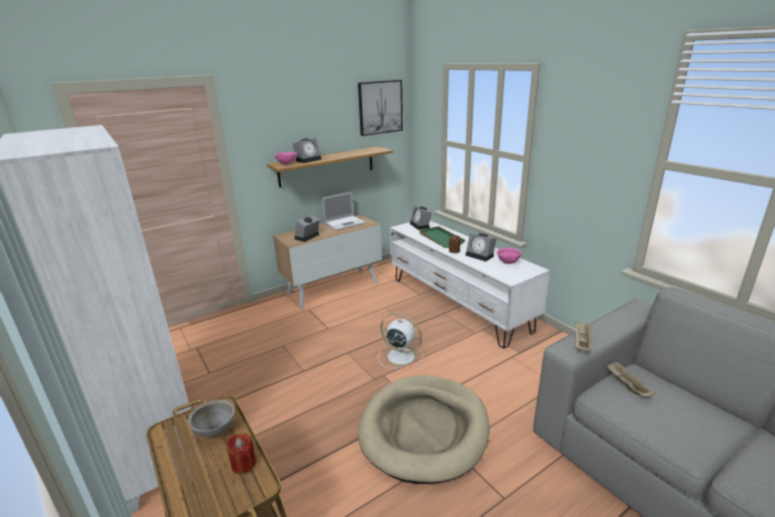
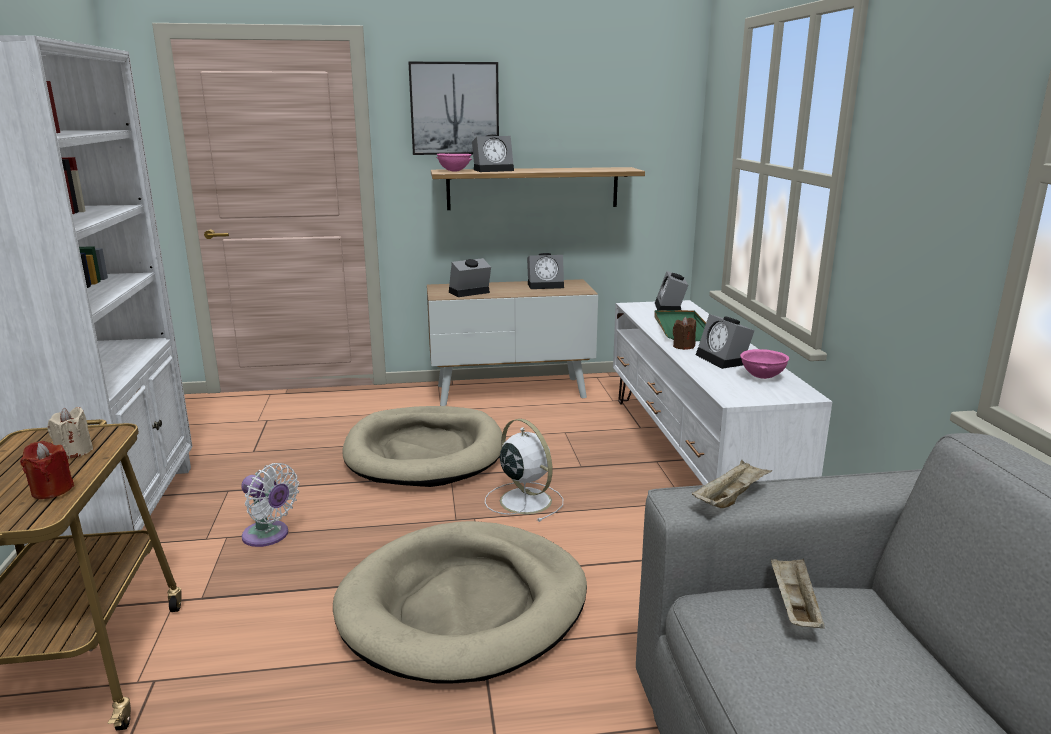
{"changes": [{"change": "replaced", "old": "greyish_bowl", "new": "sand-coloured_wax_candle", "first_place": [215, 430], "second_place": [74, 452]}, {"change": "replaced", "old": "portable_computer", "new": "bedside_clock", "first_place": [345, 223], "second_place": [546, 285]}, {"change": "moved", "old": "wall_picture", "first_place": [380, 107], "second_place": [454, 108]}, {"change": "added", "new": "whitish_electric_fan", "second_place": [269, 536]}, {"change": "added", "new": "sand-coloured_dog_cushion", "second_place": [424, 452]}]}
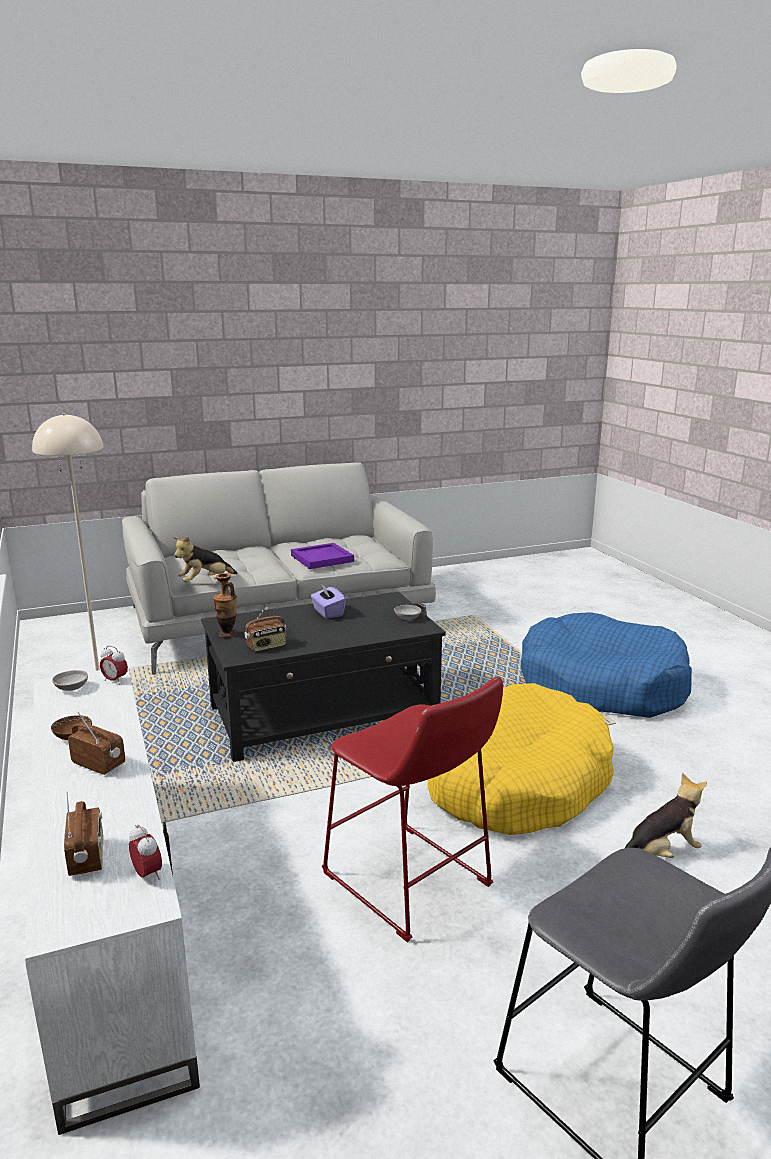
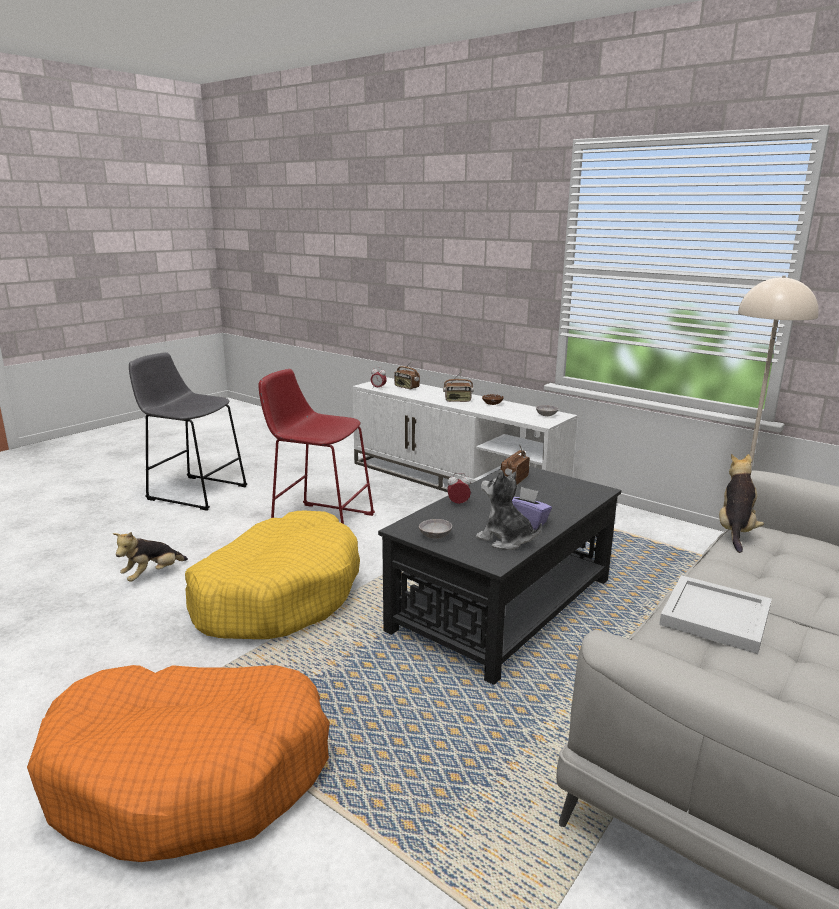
{"changes": [{"change": "moved", "old": "bedside_clock", "first_place": [115, 680], "second_place": [458, 503]}, {"change": "removed", "old": "decorative_vase", "first_place": [227, 634]}, {"change": "recoloured", "old": "purplish_tray", "new": "whitish_tray", "first_place": [321, 559], "second_place": [714, 616]}, {"change": "recoloured", "old": "bluish_dog_cushion", "new": "orangey_dog_cushion", "first_place": [602, 684], "second_place": [190, 773]}, {"change": "added", "new": "soft_toy", "second_place": [505, 540]}]}
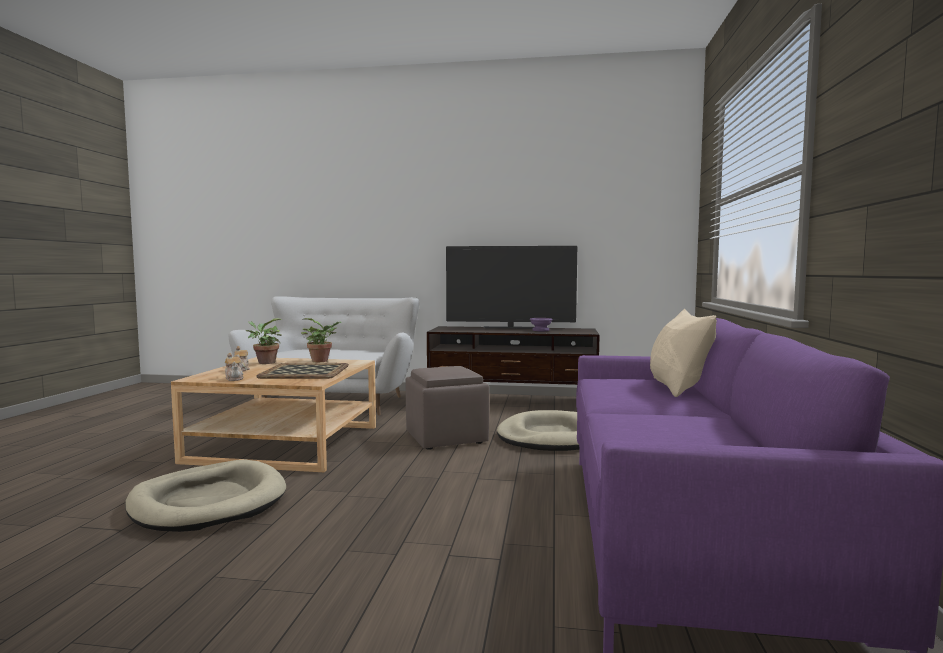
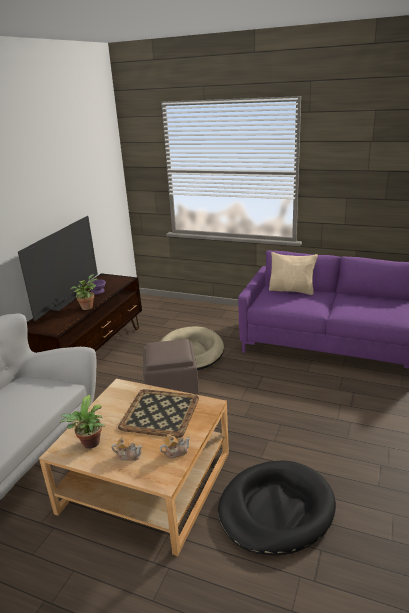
{"changes": [{"change": "recoloured", "old": "sand-coloured_dog_cushion", "new": "blackish_dog_cushion", "first_place": [208, 502], "second_place": [275, 509]}, {"change": "moved", "old": "plant_in_a_pot", "first_place": [322, 361], "second_place": [87, 306]}]}
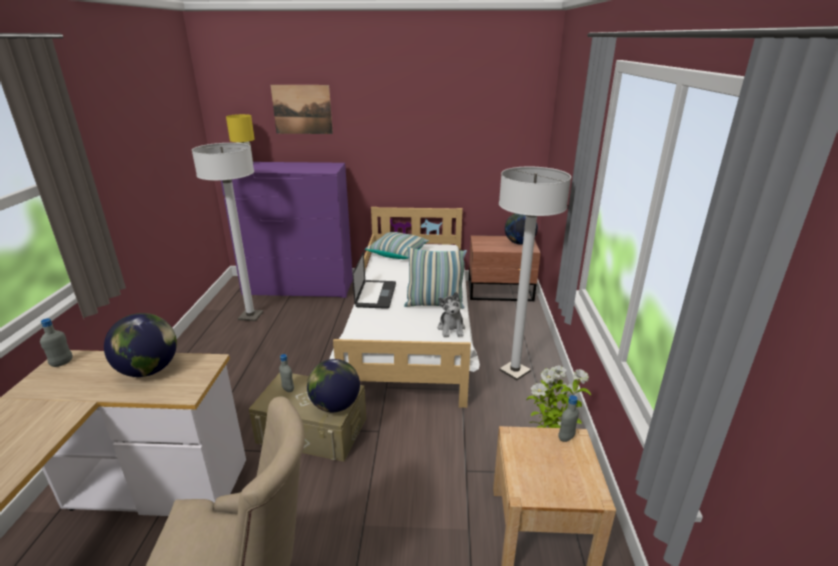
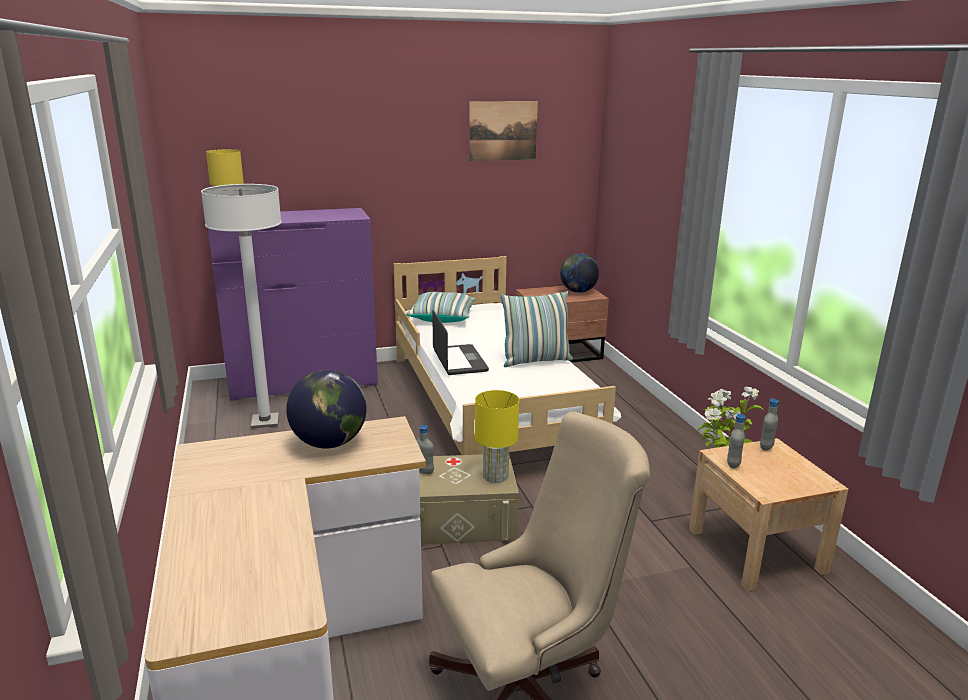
{"changes": [{"change": "moved", "old": "greyish_bottle", "first_place": [62, 363], "second_place": [733, 464]}, {"change": "moved", "old": "wall_picture", "first_place": [302, 109], "second_place": [503, 131]}, {"change": "replaced", "old": "globe", "new": "yellowish_lamp_for_a_table", "first_place": [335, 405], "second_place": [494, 476]}, {"change": "removed", "old": "soft_toy", "first_place": [451, 328]}, {"change": "removed", "old": "whitish_floor_lamp", "first_place": [514, 371]}]}
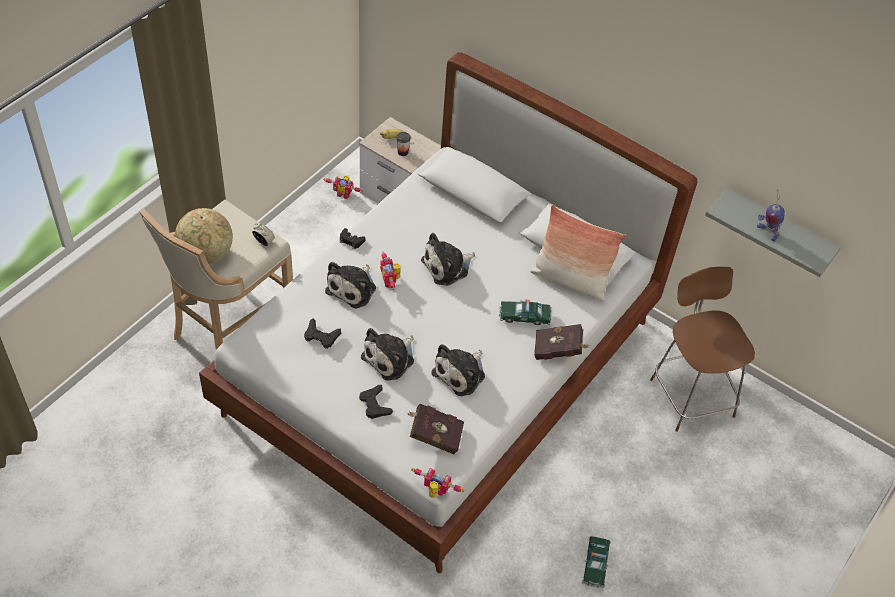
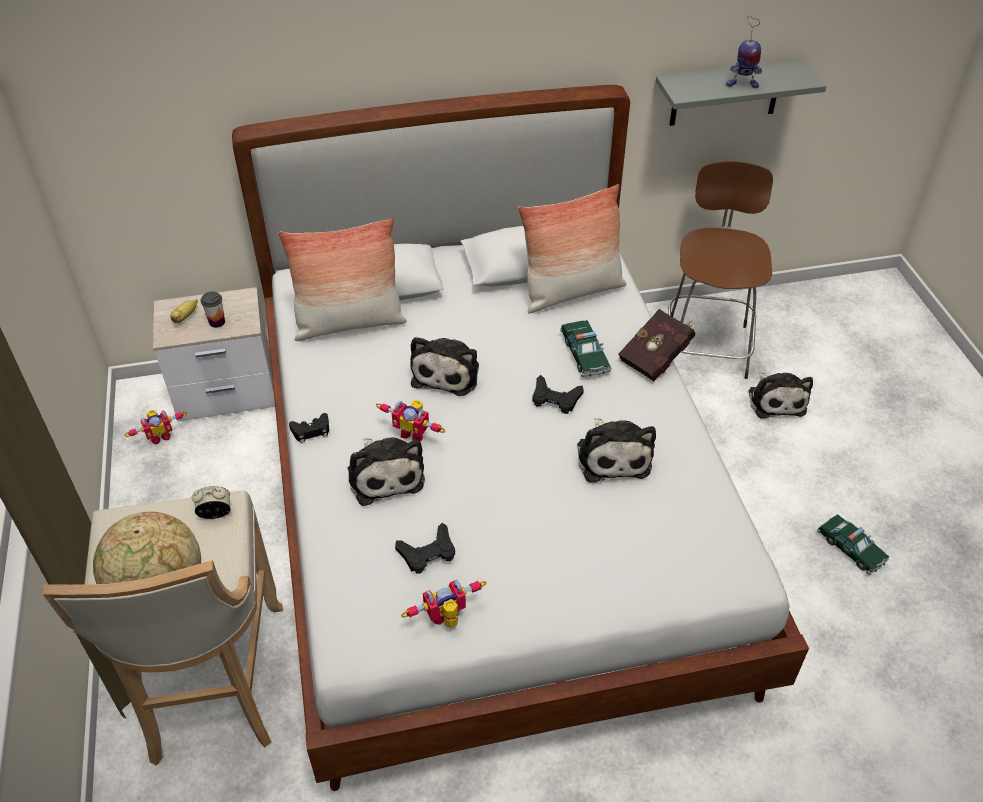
{"changes": [{"change": "moved", "old": "blackish_gamepad", "first_place": [375, 404], "second_place": [555, 399]}, {"change": "moved", "old": "soft_toy", "first_place": [390, 358], "second_place": [776, 400]}, {"change": "removed", "old": "red-coloured_volume", "first_place": [434, 435]}, {"change": "moved", "old": "robot_figure", "first_place": [435, 493], "second_place": [447, 620]}, {"change": "turned", "old": "model_car", "first_place": [524, 316], "second_place": [584, 354], "degrees": -60}, {"change": "turned", "old": "brownish_plain_chair", "first_place": [690, 395], "second_place": [707, 345], "degrees": 75}, {"change": "added", "new": "throw_pillow", "second_place": [349, 323]}]}
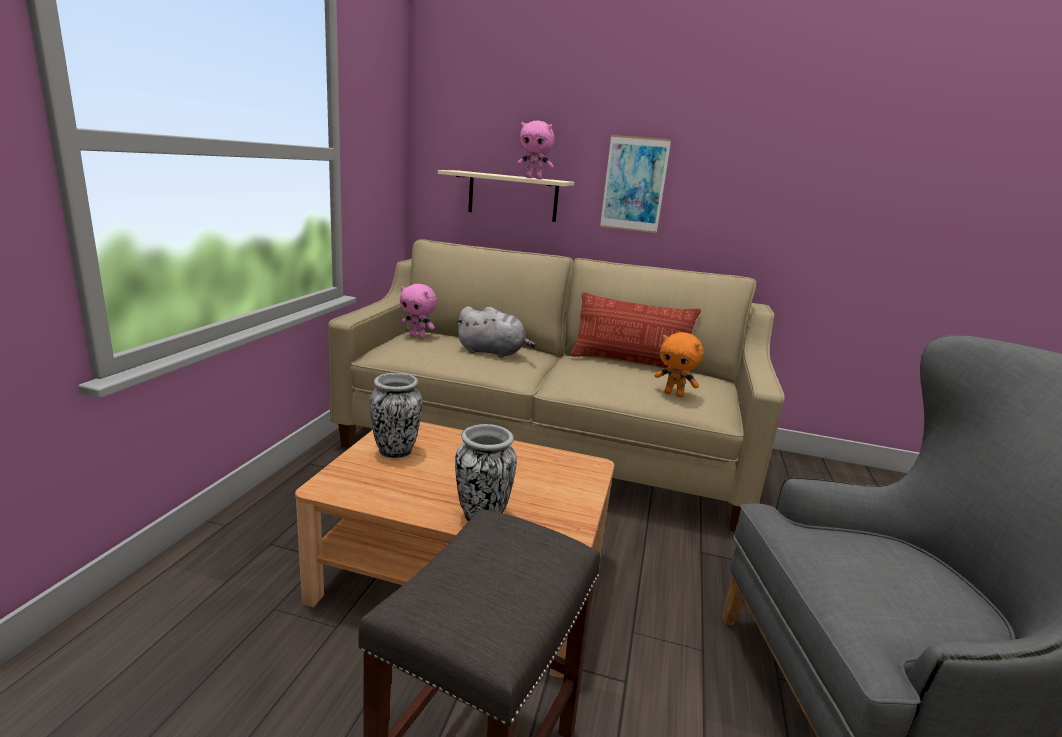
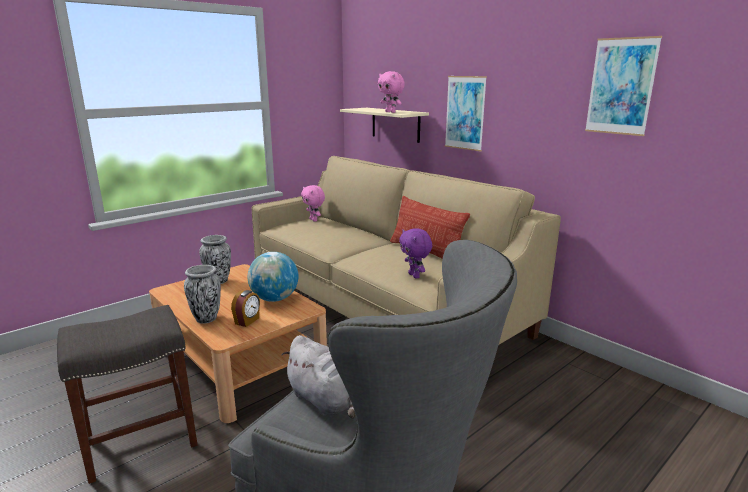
{"changes": [{"change": "moved", "old": "greyish_soft_toy", "first_place": [493, 352], "second_place": [326, 401]}, {"change": "recoloured", "old": "orangey_soft_toy", "new": "purplish_soft_toy", "first_place": [674, 394], "second_place": [414, 276]}, {"change": "added", "new": "bedside_clock", "second_place": [247, 321]}, {"change": "added", "new": "globe", "second_place": [274, 299]}, {"change": "added", "new": "wall_picture", "second_place": [621, 86]}]}
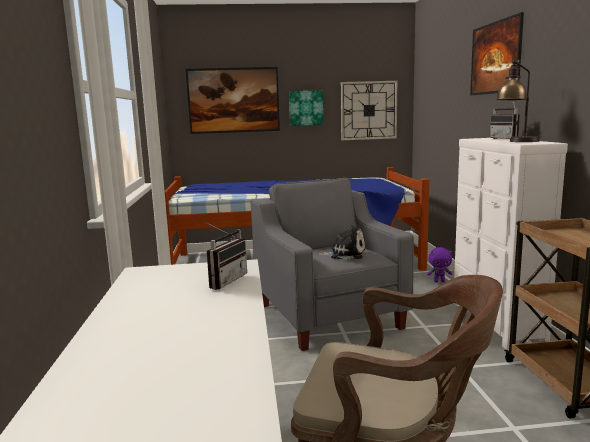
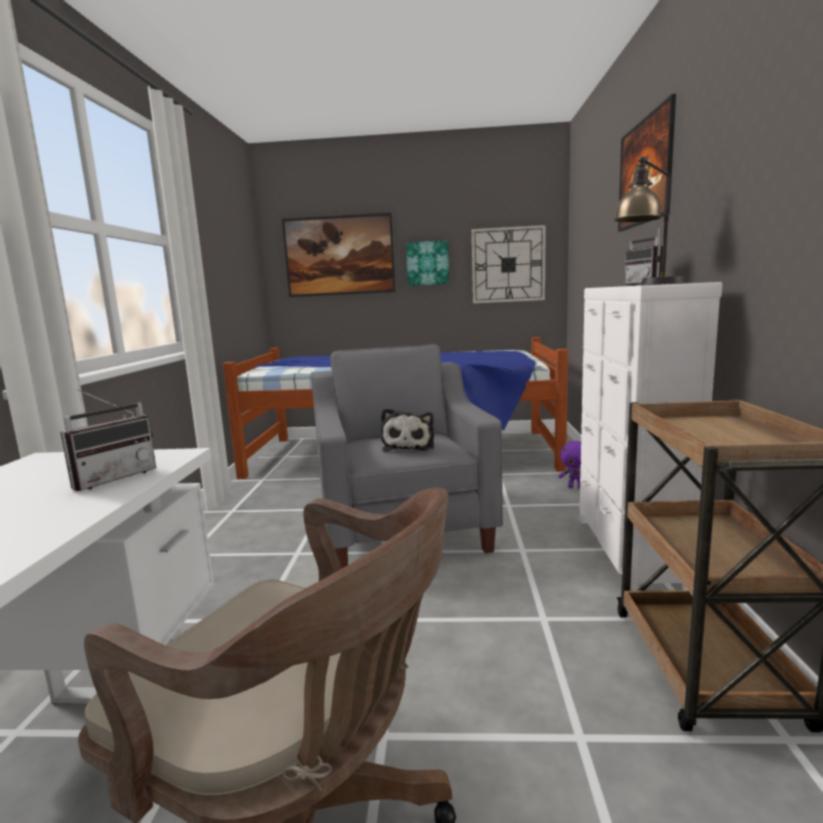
{"changes": [{"change": "turned", "old": "soft_toy", "first_place": [345, 254], "second_place": [409, 446], "degrees": 75}]}
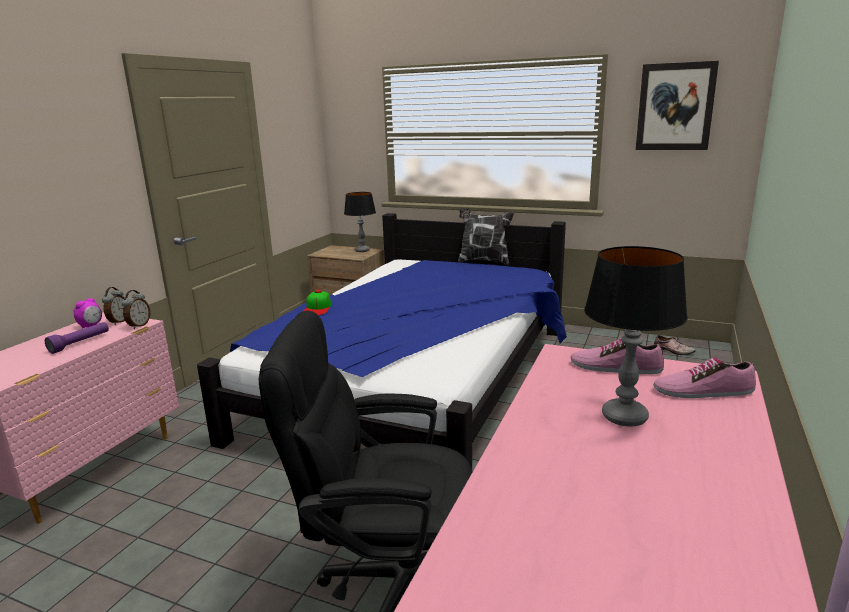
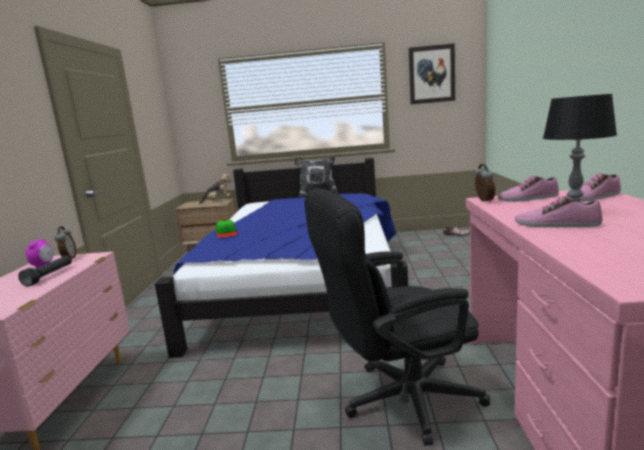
{"changes": [{"change": "recoloured", "old": "purplish_hand_torch", "new": "blackish_hand_torch", "first_place": [80, 343], "second_place": [49, 276]}, {"change": "moved", "old": "bedside_clock", "first_place": [138, 325], "second_place": [483, 201]}, {"change": "replaced", "old": "lamp_for_a_table", "new": "soft_toy", "first_place": [362, 250], "second_place": [218, 200]}, {"change": "added", "new": "shoe", "second_place": [556, 224]}]}
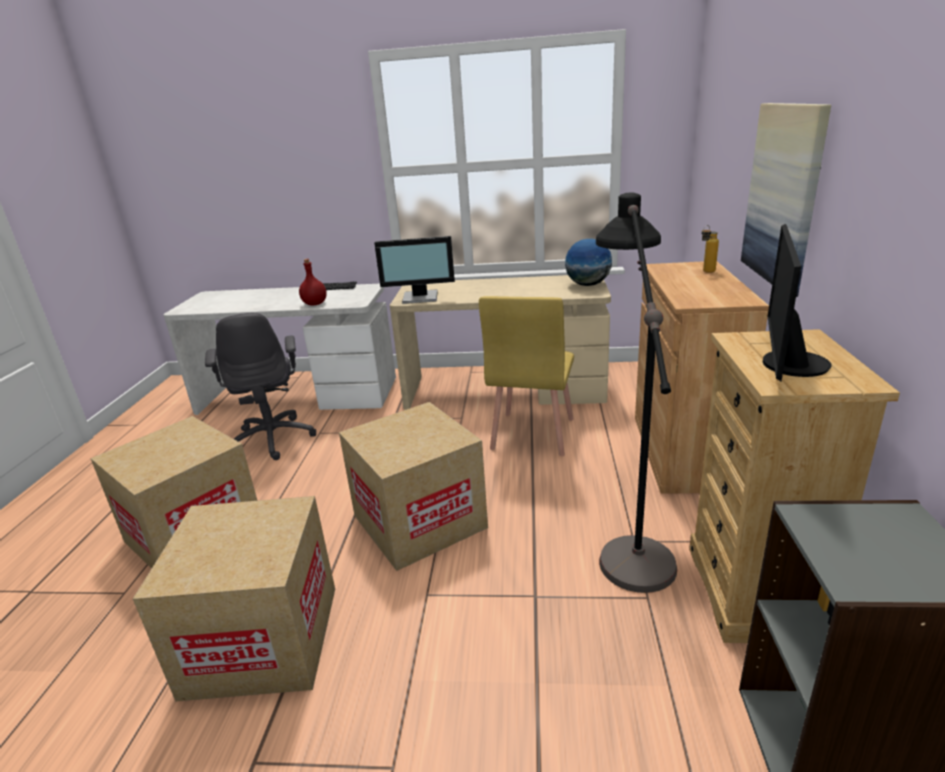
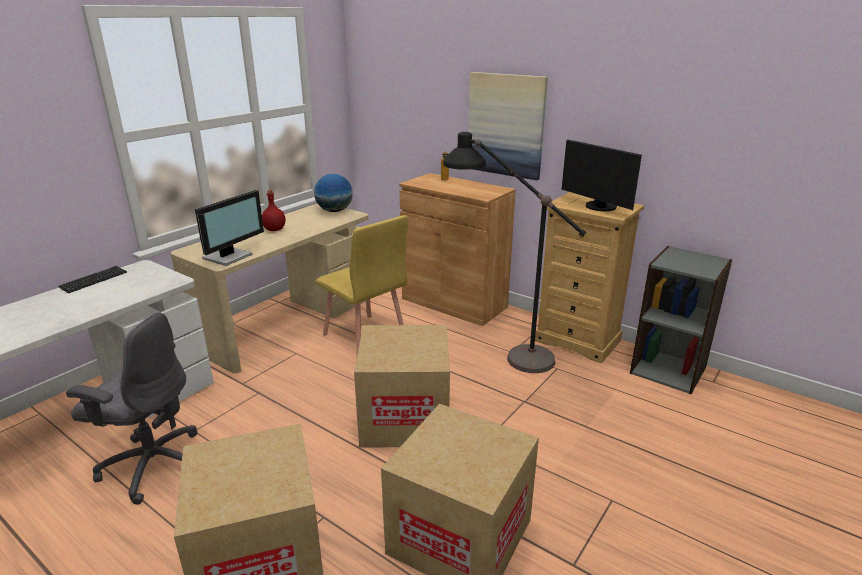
{"changes": [{"change": "moved", "old": "red-coloured_bottle", "first_place": [314, 304], "second_place": [274, 230]}]}
